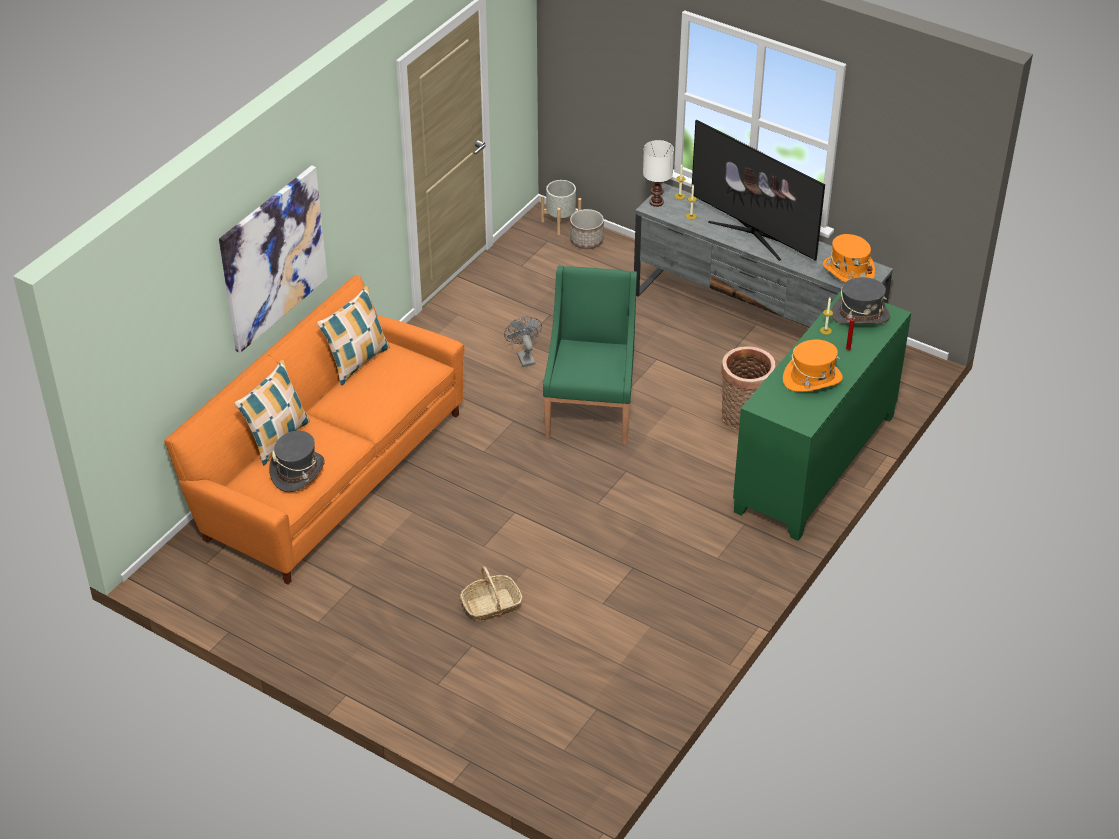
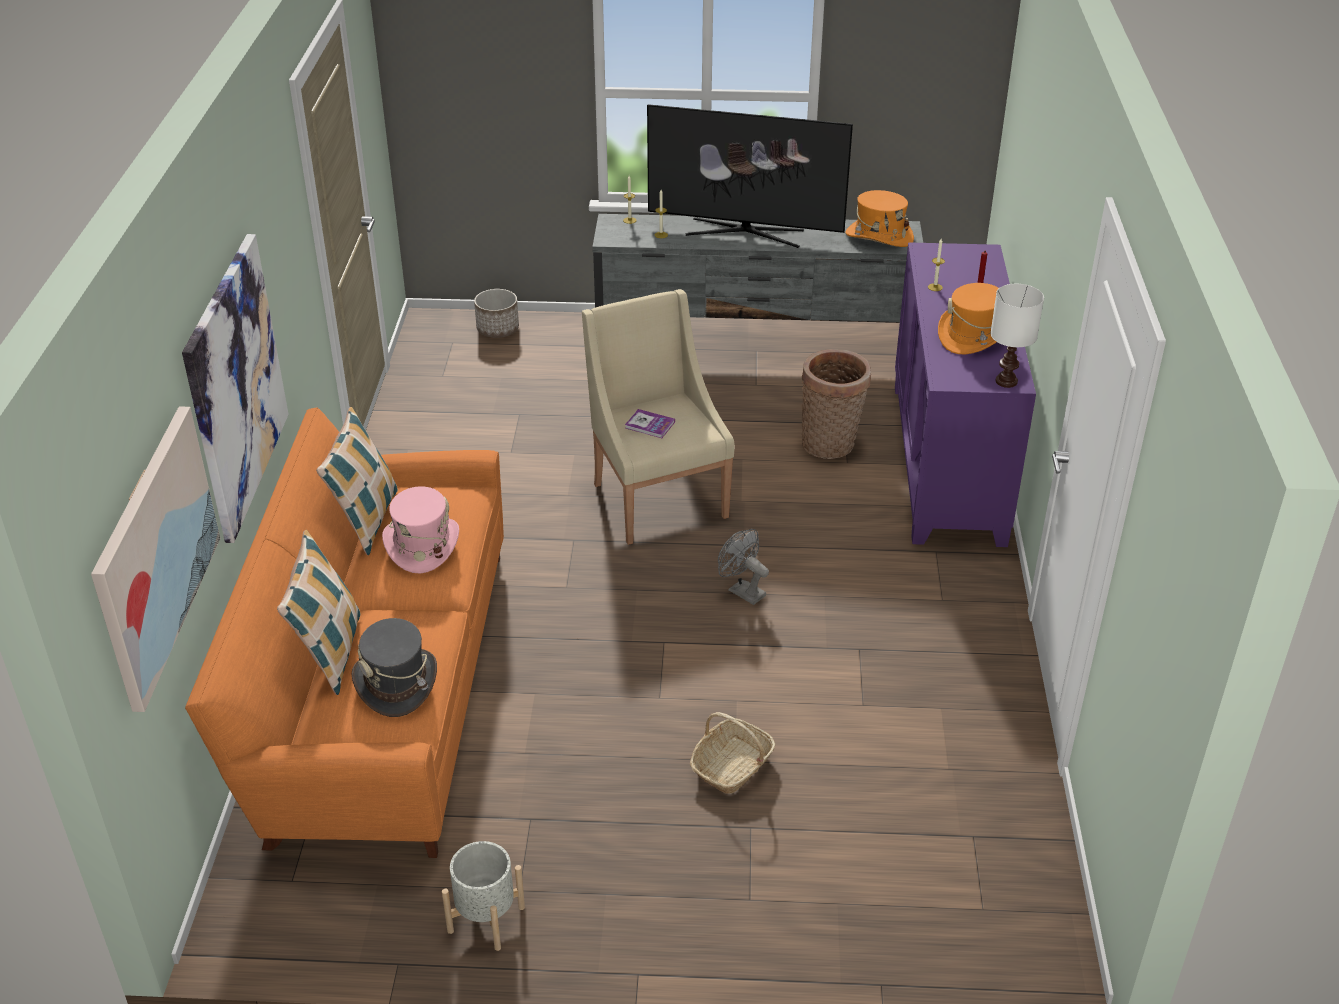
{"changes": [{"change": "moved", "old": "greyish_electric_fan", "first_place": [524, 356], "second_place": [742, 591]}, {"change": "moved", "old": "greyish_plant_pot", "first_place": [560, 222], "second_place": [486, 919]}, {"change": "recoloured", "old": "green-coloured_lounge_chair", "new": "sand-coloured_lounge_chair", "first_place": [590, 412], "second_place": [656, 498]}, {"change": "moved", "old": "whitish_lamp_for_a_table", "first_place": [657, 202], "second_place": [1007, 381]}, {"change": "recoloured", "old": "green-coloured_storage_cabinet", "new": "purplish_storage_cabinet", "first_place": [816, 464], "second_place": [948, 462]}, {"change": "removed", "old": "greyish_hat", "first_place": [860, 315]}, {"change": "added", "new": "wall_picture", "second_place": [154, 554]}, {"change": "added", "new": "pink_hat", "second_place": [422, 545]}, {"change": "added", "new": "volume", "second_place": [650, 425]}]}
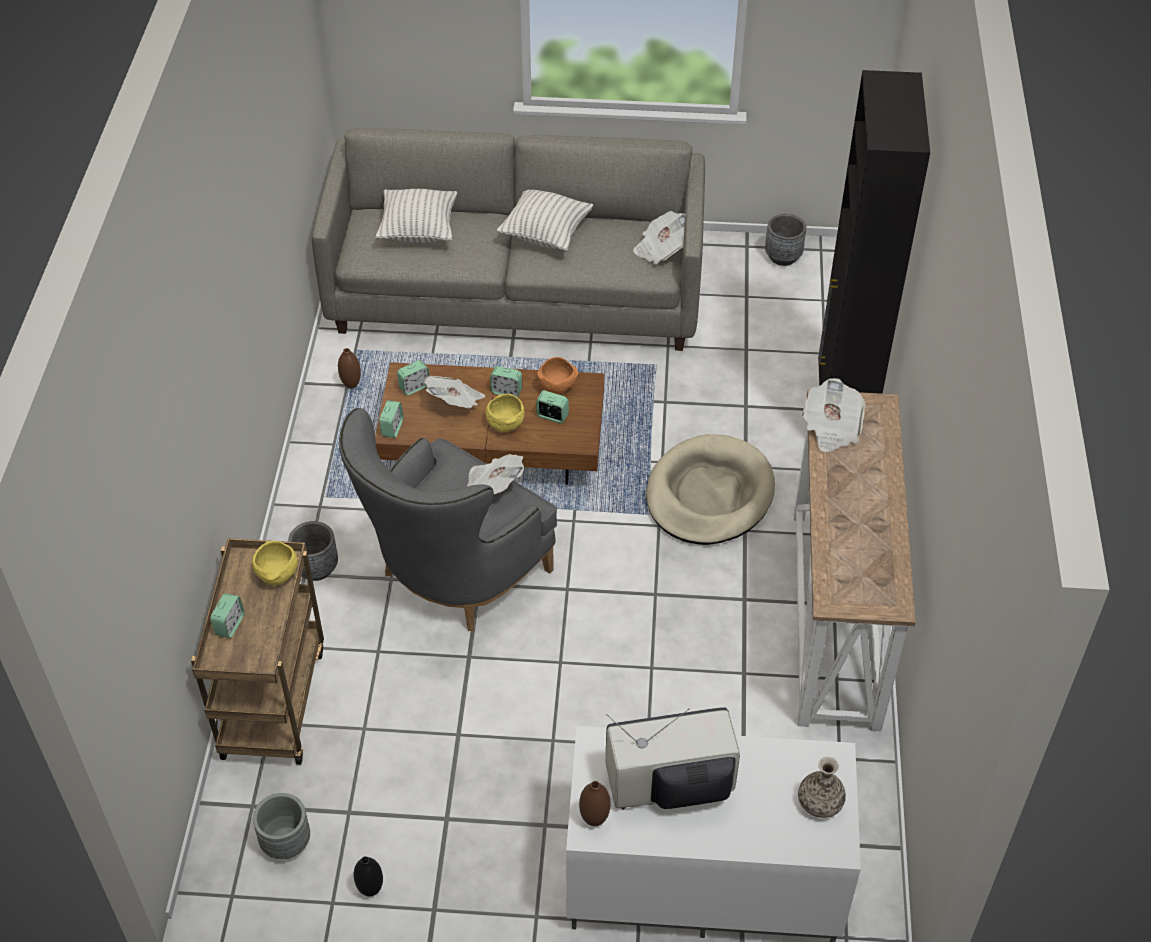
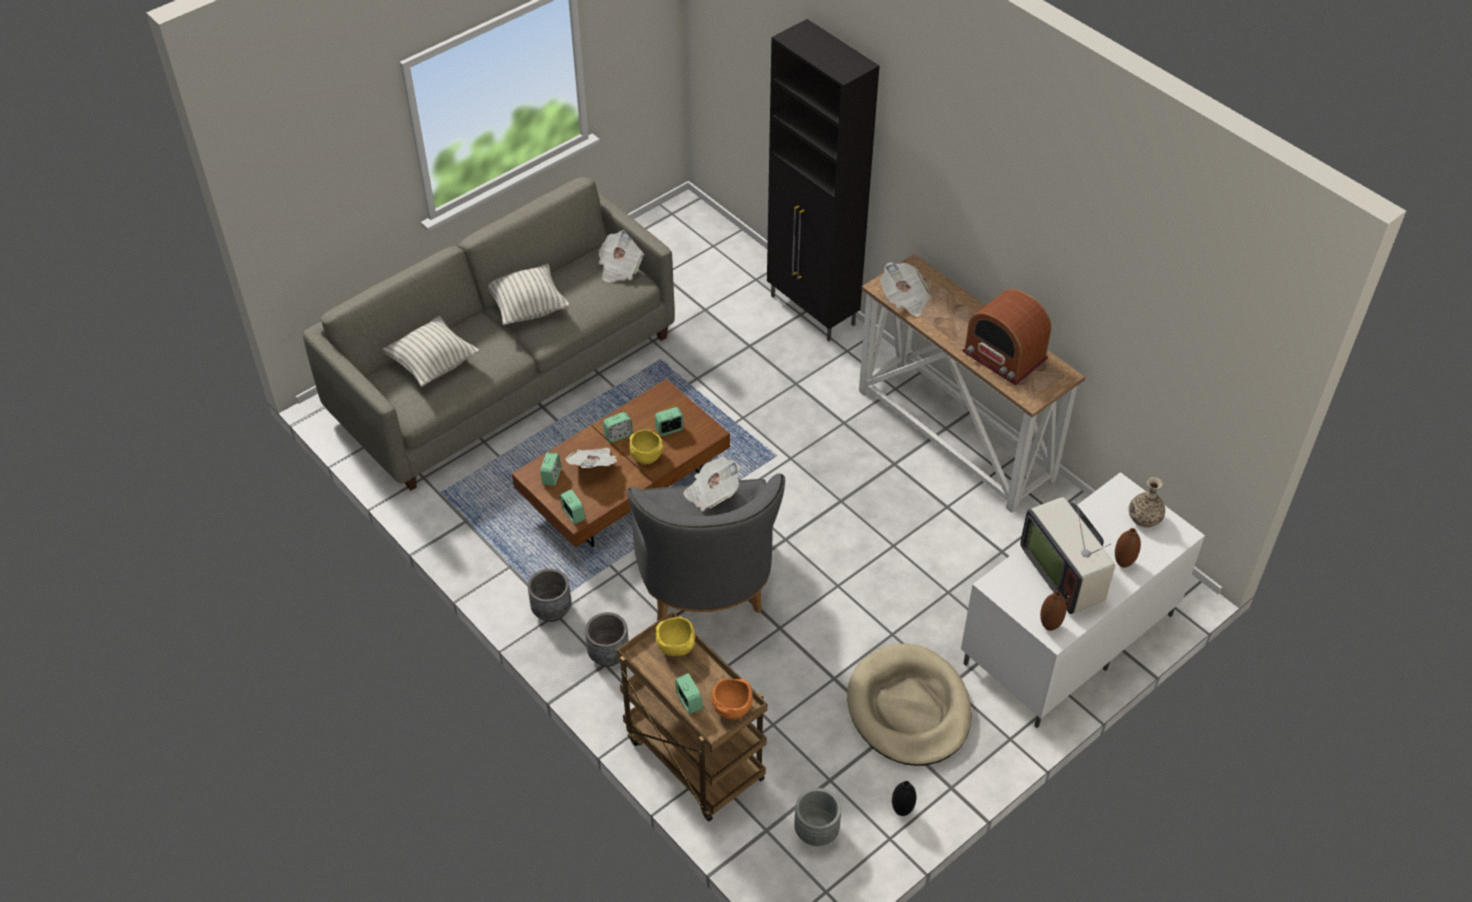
{"changes": [{"change": "moved", "old": "brownish_decorative_vase", "first_place": [351, 385], "second_place": [1123, 563]}, {"change": "moved", "old": "orangey_bowl", "first_place": [557, 387], "second_place": [732, 708]}, {"change": "turned", "old": "TV_set", "first_place": [672, 786], "second_place": [1064, 573], "degrees": -60}, {"change": "moved", "old": "sand-coloured_dog_cushion", "first_place": [709, 494], "second_place": [908, 709]}, {"change": "moved", "old": "greyish_plant_pot", "first_place": [783, 257], "second_place": [552, 610]}, {"change": "added", "new": "radio_receiver", "second_place": [1004, 356]}]}
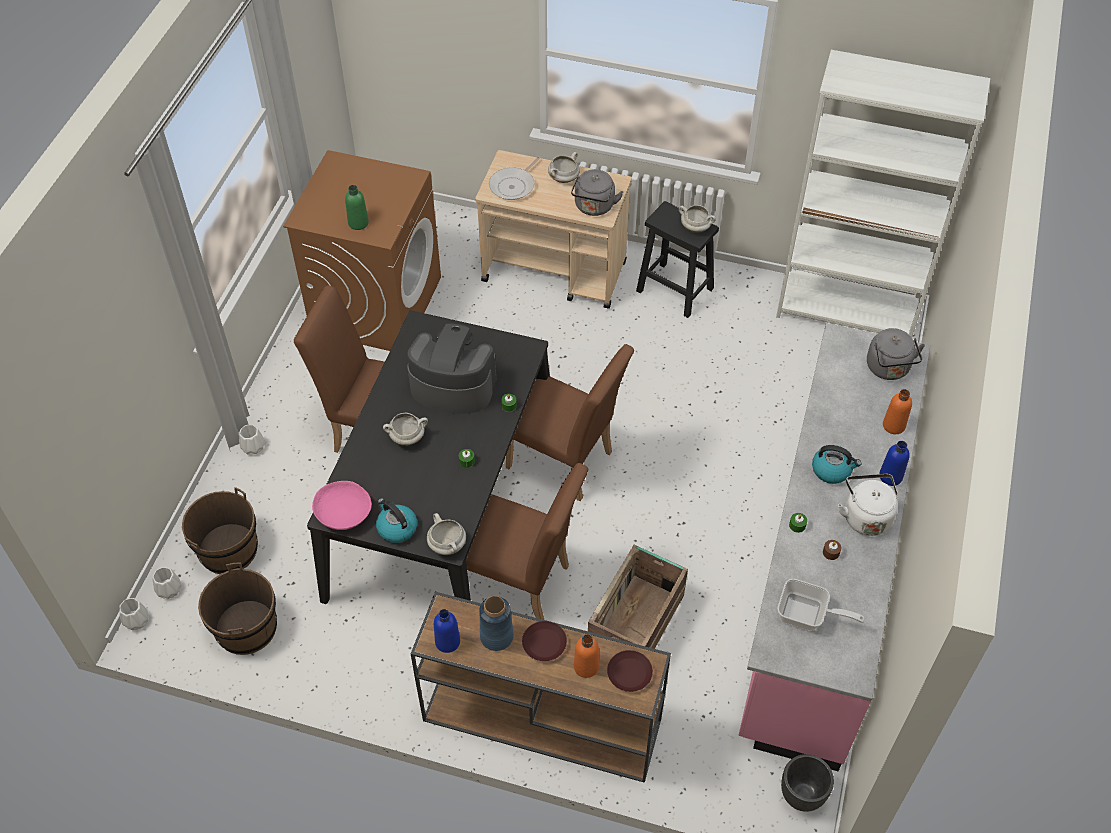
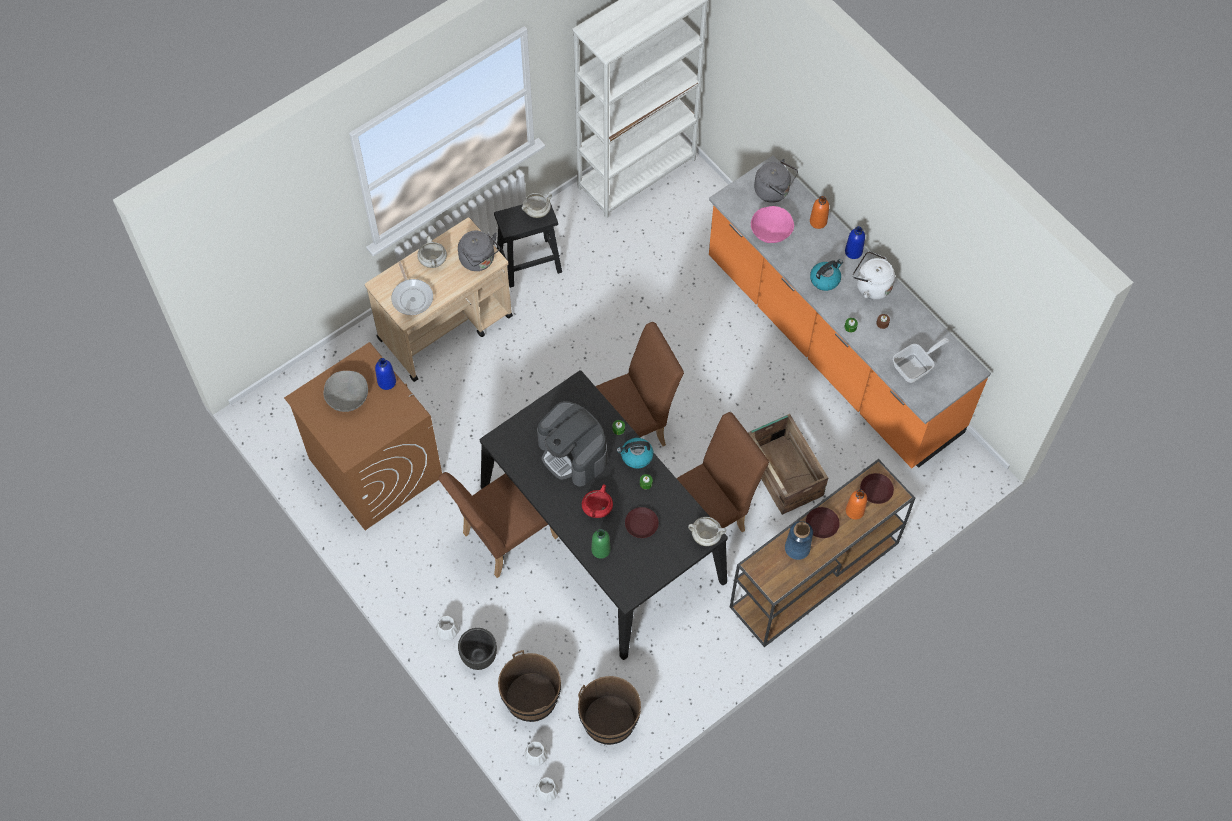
{"changes": [{"change": "moved", "old": "pink_bowl", "first_place": [343, 514], "second_place": [771, 231]}, {"change": "moved", "old": "green-coloured_bottle", "first_place": [358, 223], "second_place": [600, 550]}, {"change": "moved", "old": "tea_kettle", "first_place": [396, 528], "second_place": [636, 456]}, {"change": "recoloured", "old": "whitish_cooking_pot", "new": "red-coloured_cooking_pot", "first_place": [407, 437], "second_place": [597, 508]}, {"change": "turned", "old": "coffee_maker", "first_place": [452, 386], "second_place": [573, 453], "degrees": -90}, {"change": "moved", "old": "bluish_bottle", "first_place": [447, 642], "second_place": [387, 382]}, {"change": "recoloured", "old": "pink_counter", "new": "orangey_counter", "first_place": [819, 579], "second_place": [831, 346]}, {"change": "moved", "old": "blackish_plant_pot", "first_place": [802, 795], "second_place": [479, 657]}, {"change": "added", "new": "greyish_bowl", "second_place": [347, 397]}, {"change": "added", "new": "brownish_dinner_plate", "second_place": [642, 524]}]}
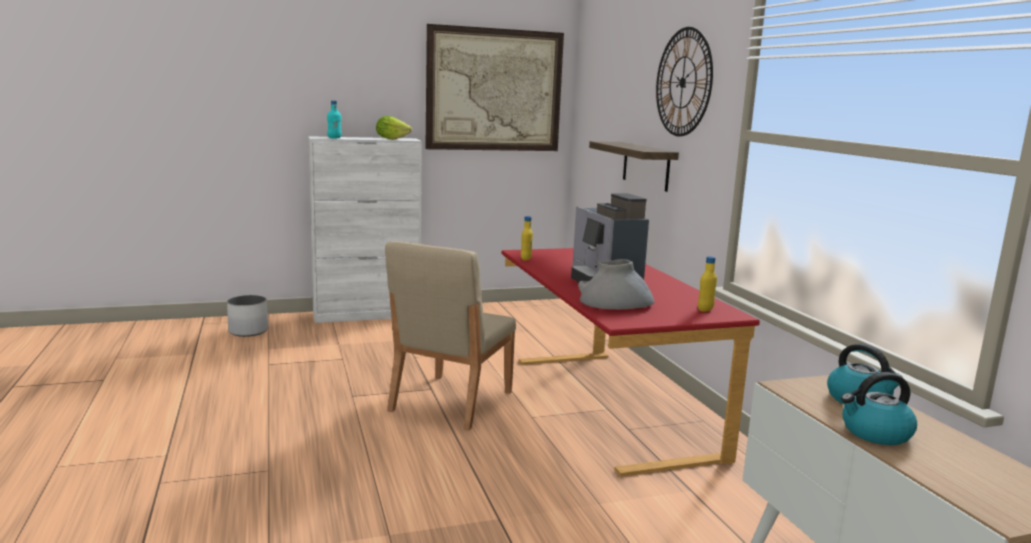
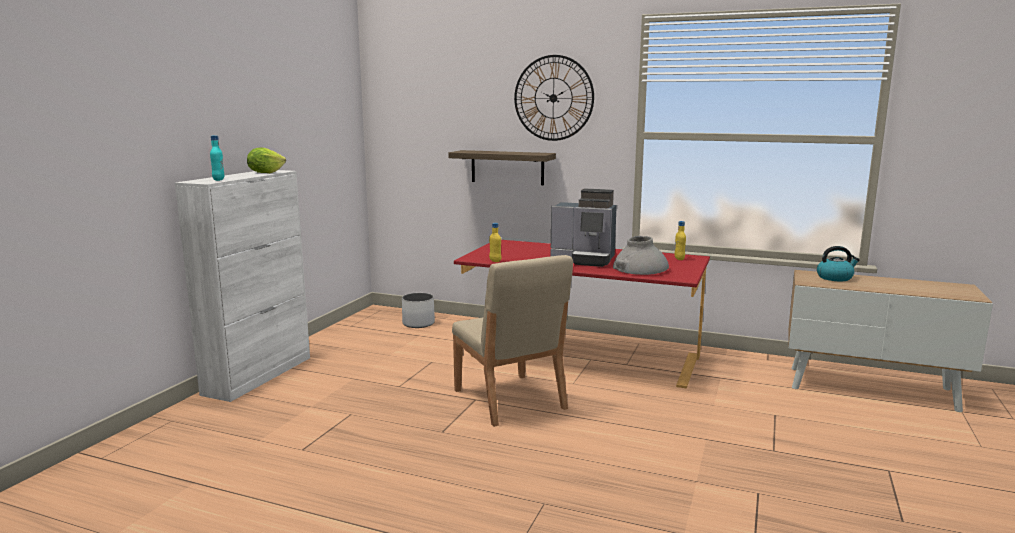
{"changes": [{"change": "moved", "old": "whitish_plant_pot", "first_place": [248, 331], "second_place": [418, 323]}, {"change": "removed", "old": "wall_picture", "first_place": [494, 90]}, {"change": "removed", "old": "tea_kettle", "first_place": [875, 433]}]}
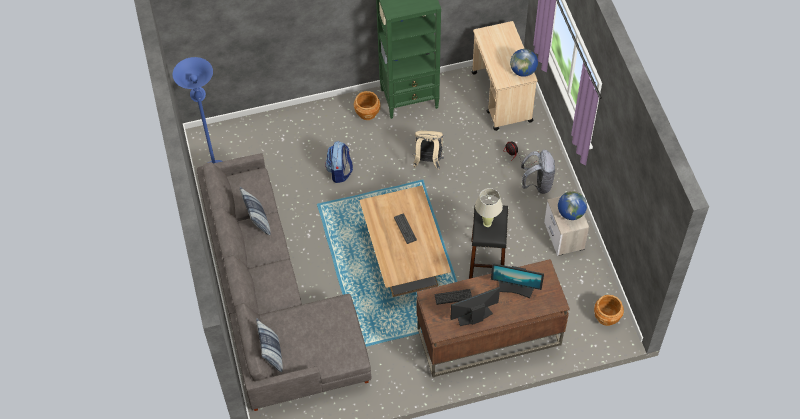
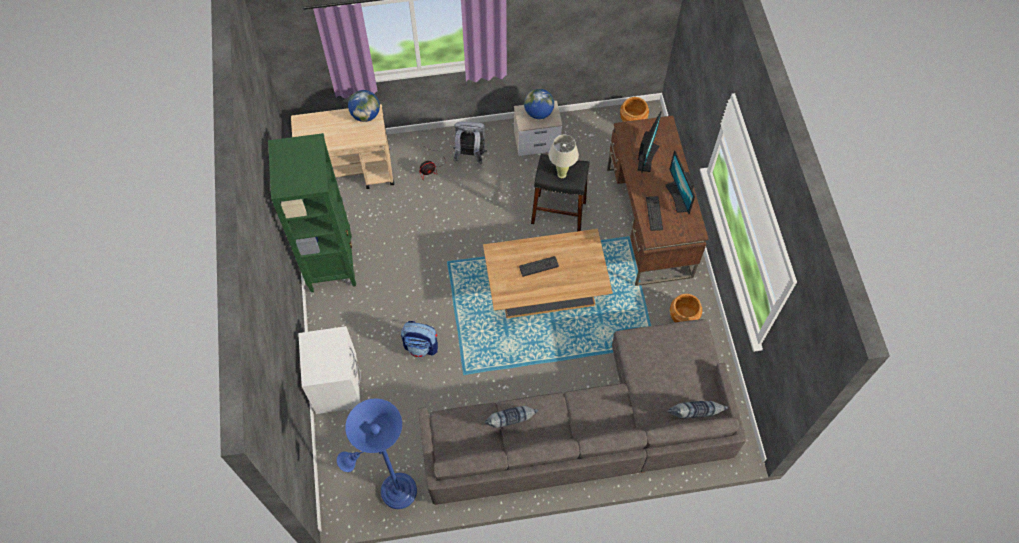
{"changes": [{"change": "moved", "old": "brownish_plant_pot", "first_place": [367, 113], "second_place": [683, 317]}, {"change": "removed", "old": "sand-coloured_backpack", "first_place": [428, 161]}, {"change": "added", "new": "whitish_night_table", "second_place": [337, 385]}]}
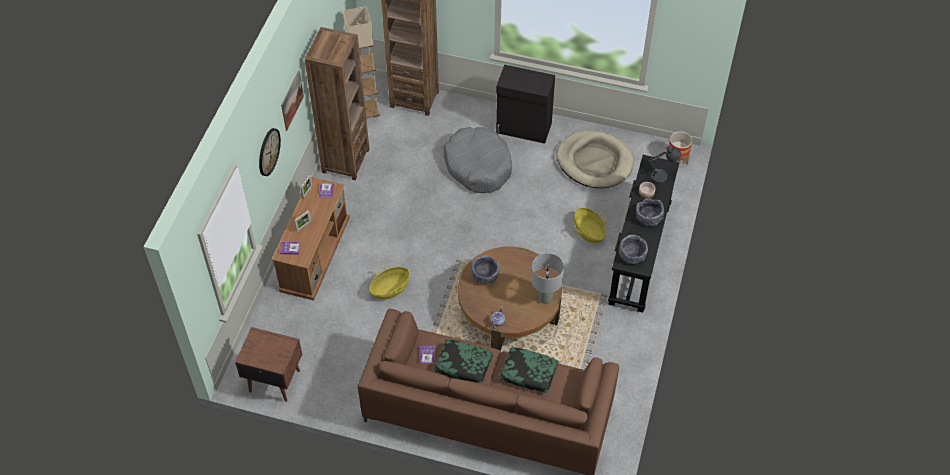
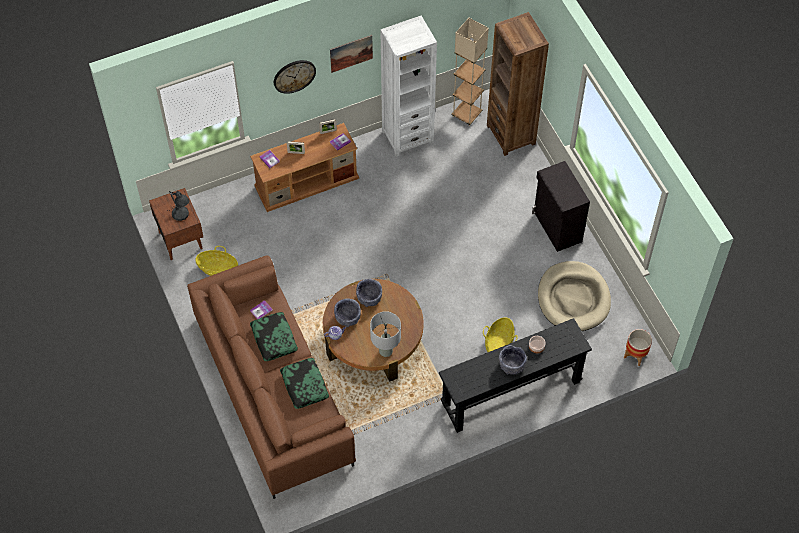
{"changes": [{"change": "recoloured", "old": "brownish_bookcase", "new": "whitish_bookcase", "first_place": [345, 160], "second_place": [407, 136]}, {"change": "moved", "old": "household_basket", "first_place": [390, 289], "second_place": [218, 268]}, {"change": "removed", "old": "greyish_dog_cushion", "first_place": [478, 166]}, {"change": "moved", "old": "greyish_bowl", "first_place": [632, 255], "second_place": [348, 317]}, {"change": "moved", "old": "greyish_lamp_for_a_table", "first_place": [661, 177], "second_place": [181, 215]}]}
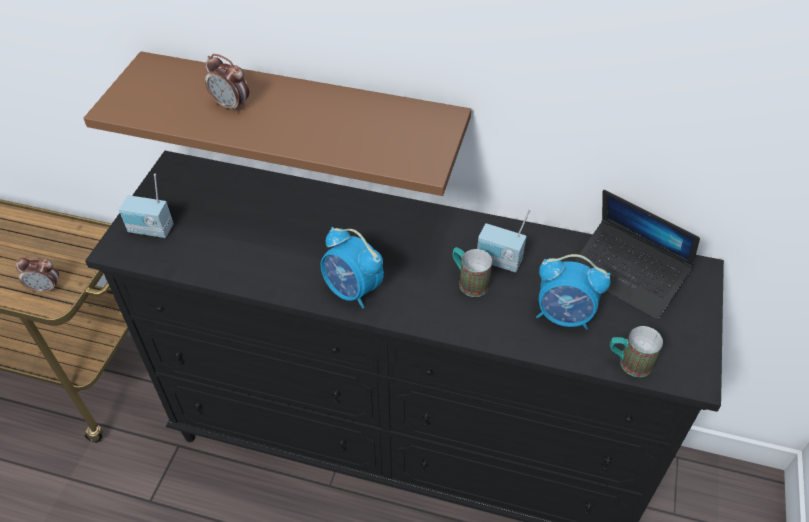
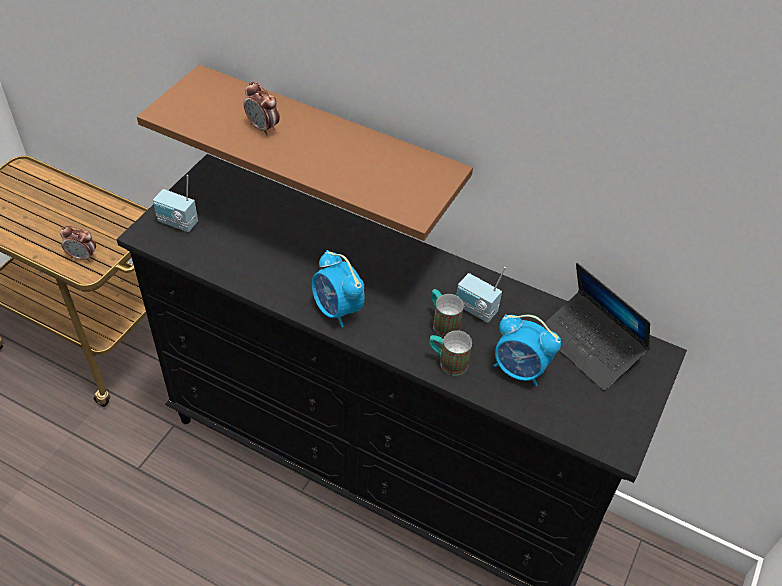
{"changes": [{"change": "moved", "old": "mug", "first_place": [628, 363], "second_place": [447, 362]}]}
